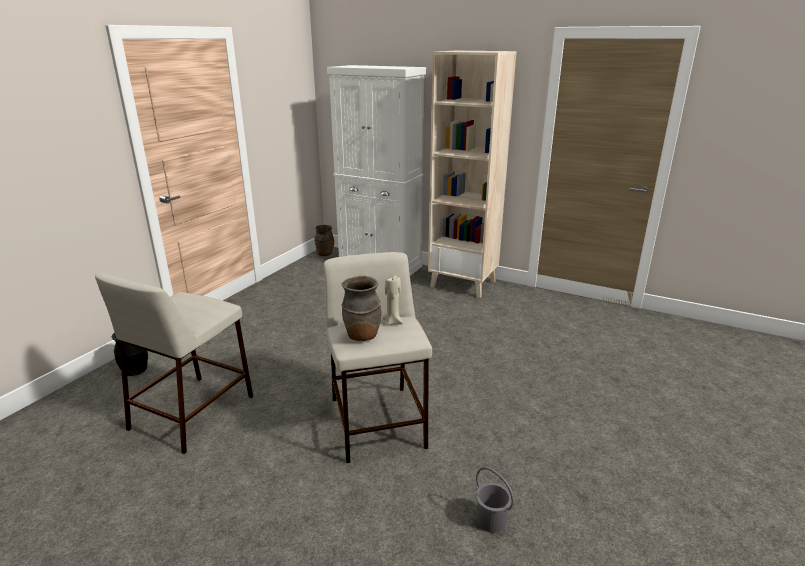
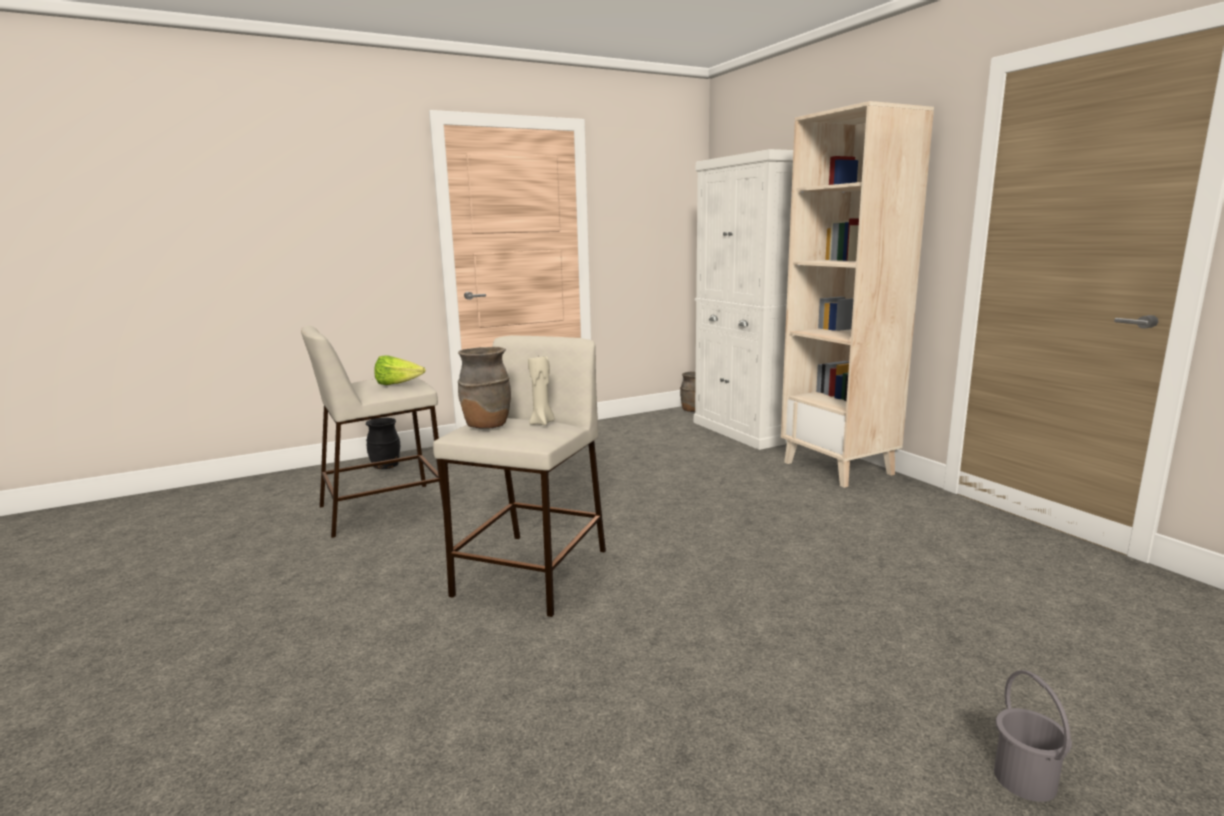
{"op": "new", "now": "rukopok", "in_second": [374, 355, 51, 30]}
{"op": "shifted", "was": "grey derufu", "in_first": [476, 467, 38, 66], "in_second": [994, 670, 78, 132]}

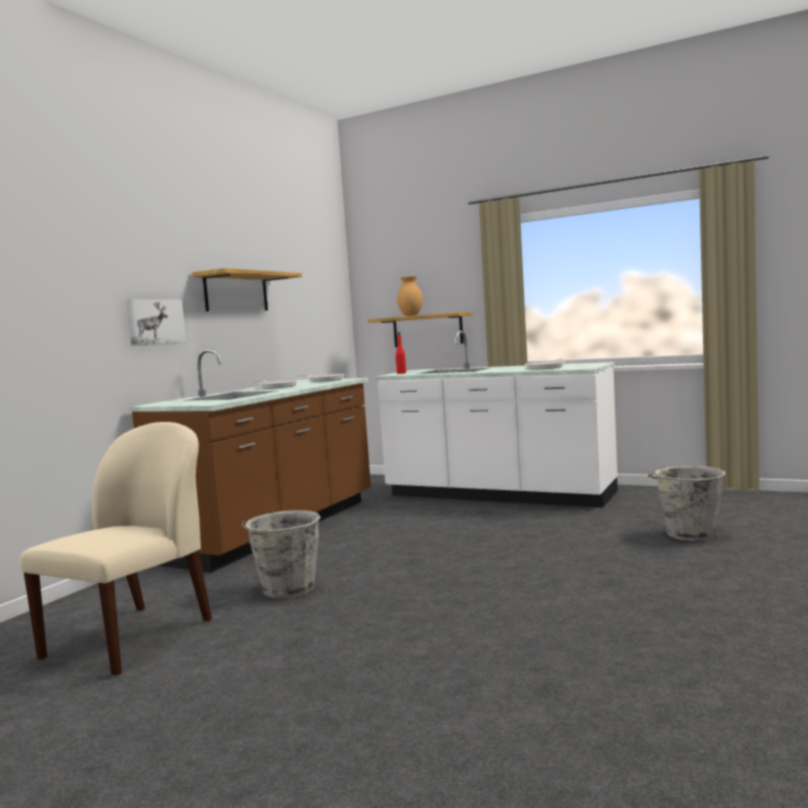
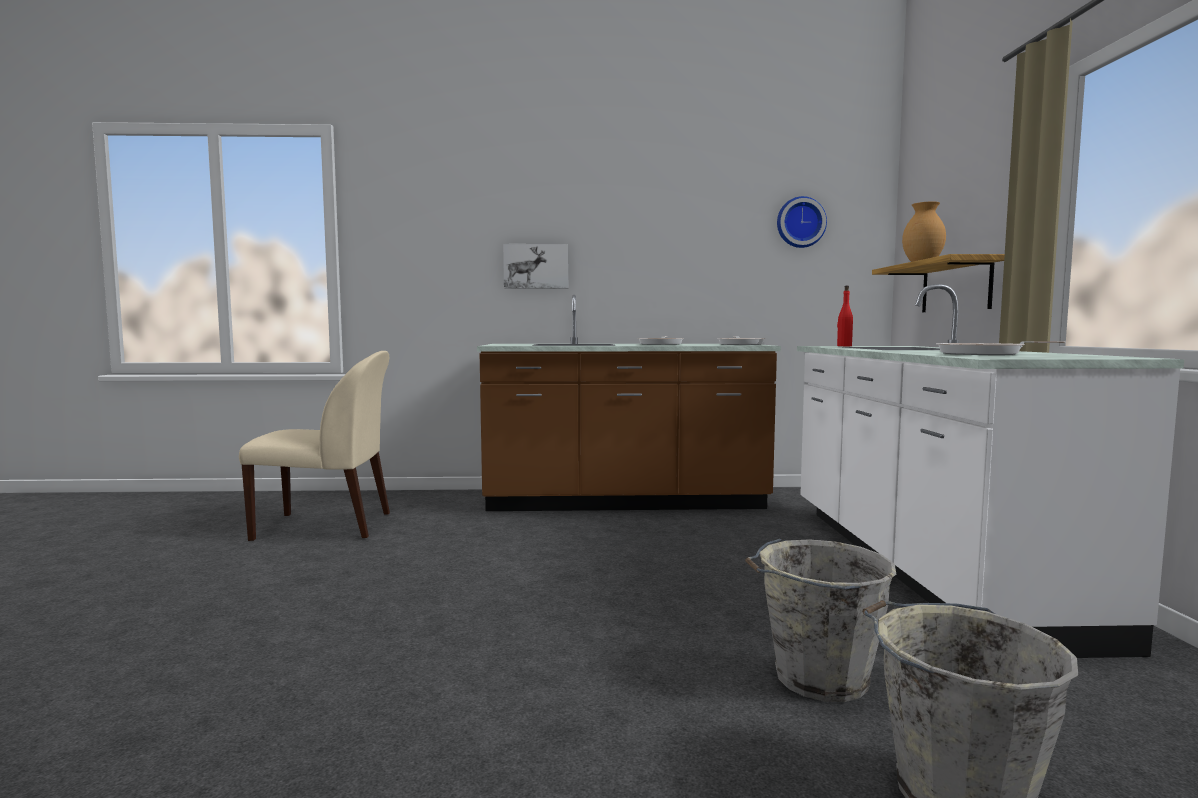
{"op": "gone", "was": "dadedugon", "in_first": [192, 268, 110, 43]}
{"op": "new", "now": "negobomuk", "in_second": [777, 196, 50, 52]}
{"op": "shifted", "was": "grey derufu", "in_first": [241, 510, 80, 89], "in_second": [745, 539, 151, 163]}

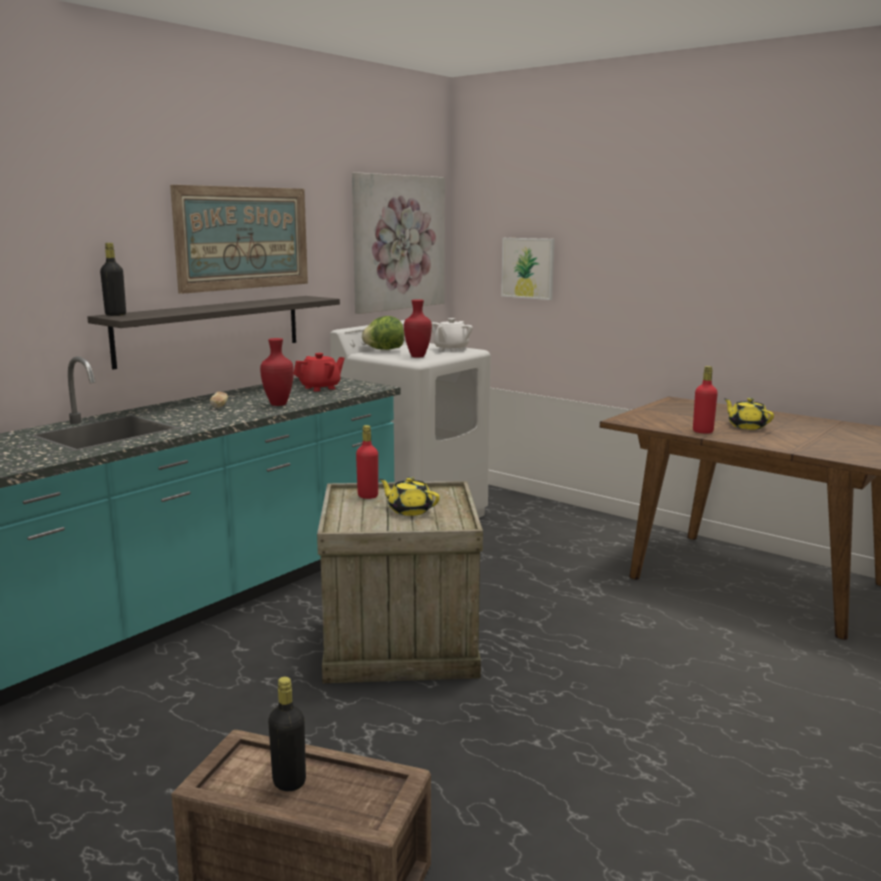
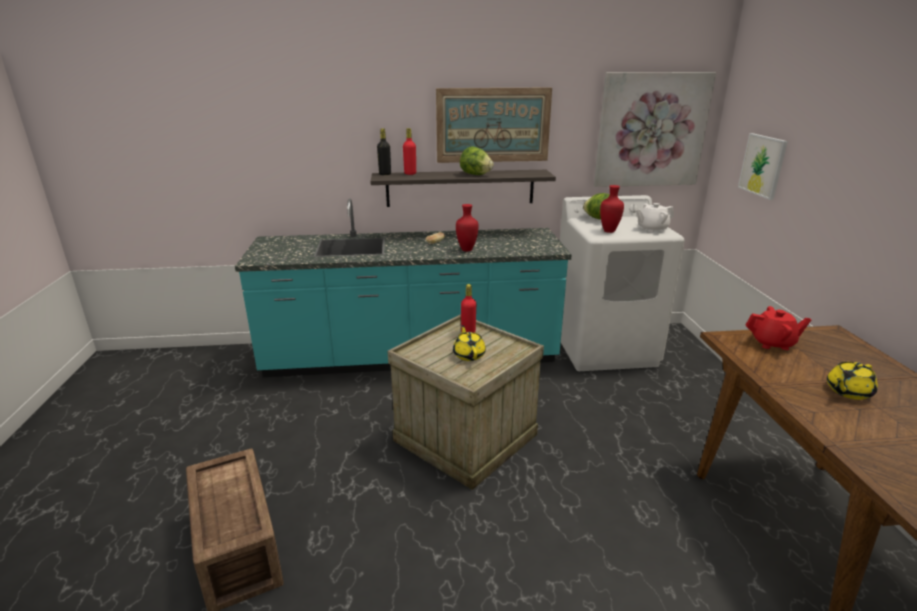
{"op": "gone", "was": "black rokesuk", "in_first": [268, 677, 38, 114]}
{"op": "new", "now": "rukopok", "in_second": [460, 147, 34, 28]}
{"op": "shifted", "was": "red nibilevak", "in_first": [294, 353, 51, 39], "in_second": [745, 306, 66, 44]}
{"op": "shifted", "was": "red rokesuk", "in_first": [693, 366, 25, 67], "in_second": [403, 128, 13, 47]}
{"op": "rotated", "was": "yellow nibilevak", "in_first": [724, 398, 50, 32], "in_second": [827, 362, 51, 38], "clockwise": -135}

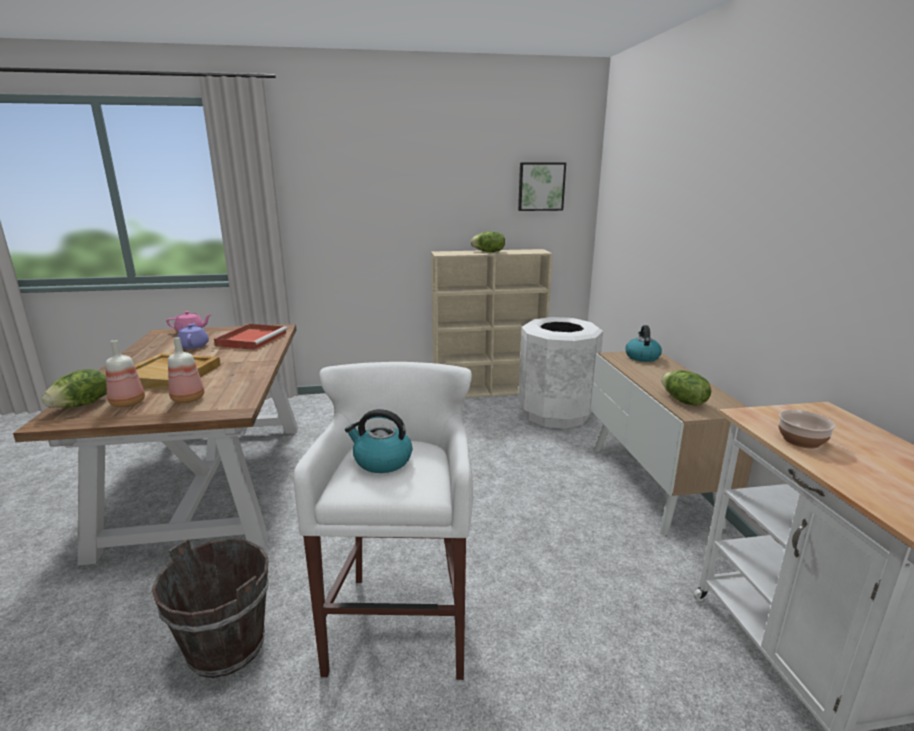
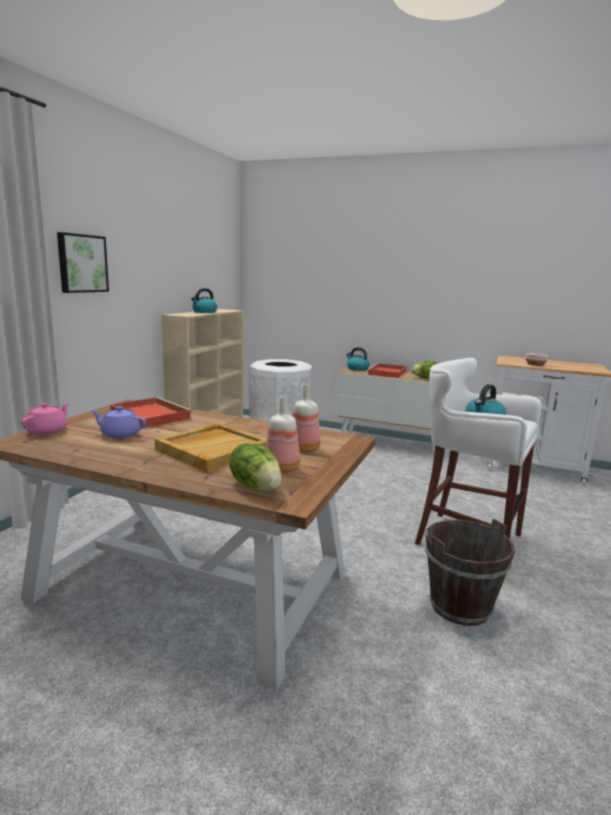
{"op": "new", "now": "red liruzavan", "in_second": [367, 363, 40, 15]}
{"op": "shifted", "was": "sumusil", "in_first": [518, 163, 48, 48], "in_second": [57, 232, 52, 61]}
{"op": "swapped", "was": "rukopok", "now": "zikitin", "in_first": [471, 231, 34, 21], "in_second": [191, 288, 26, 25]}

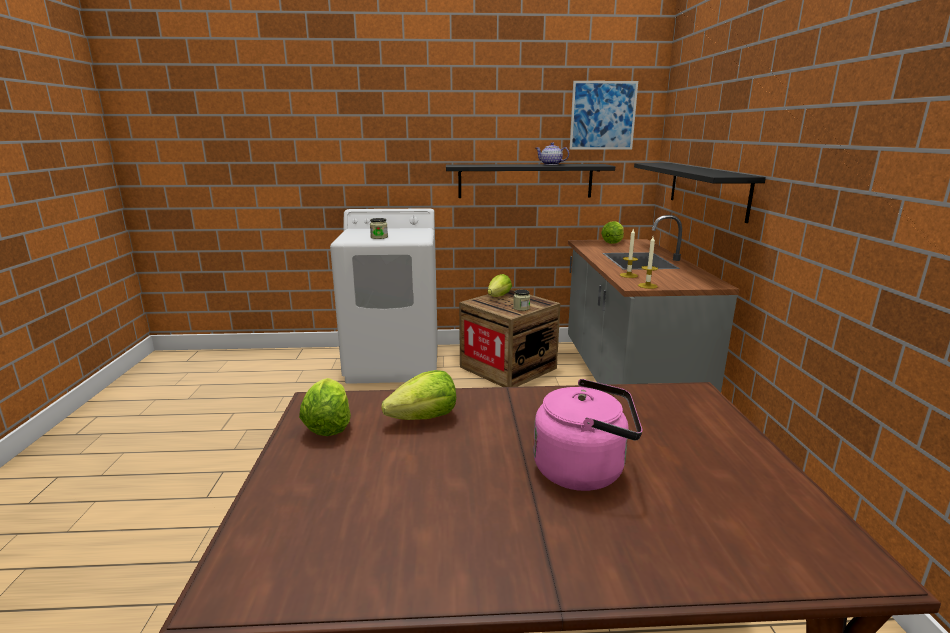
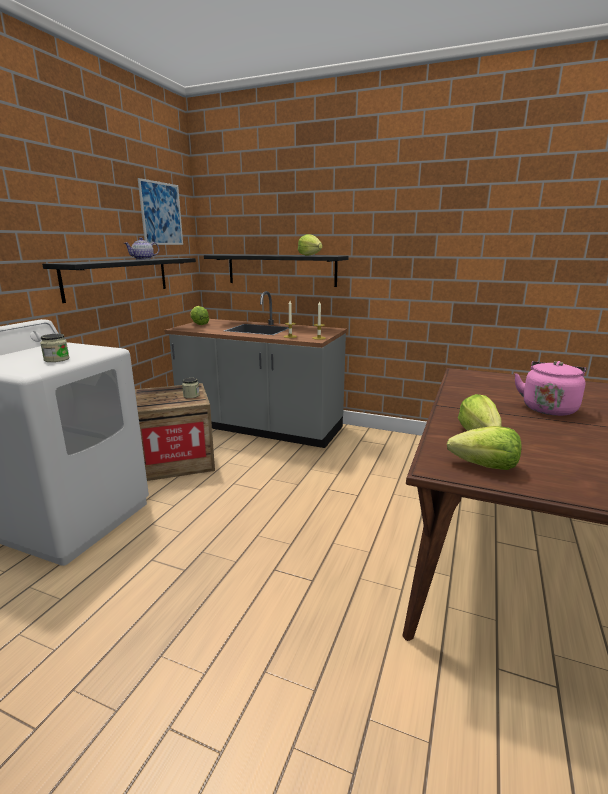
{"op": "shifted", "was": "rukopok", "in_first": [487, 274, 25, 23], "in_second": [298, 234, 25, 22]}

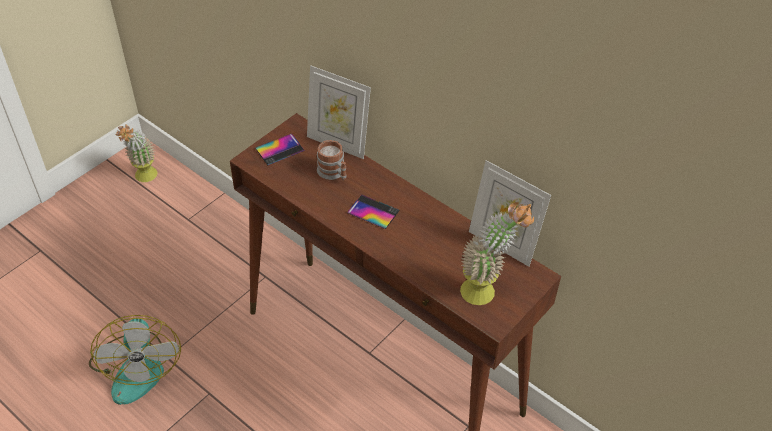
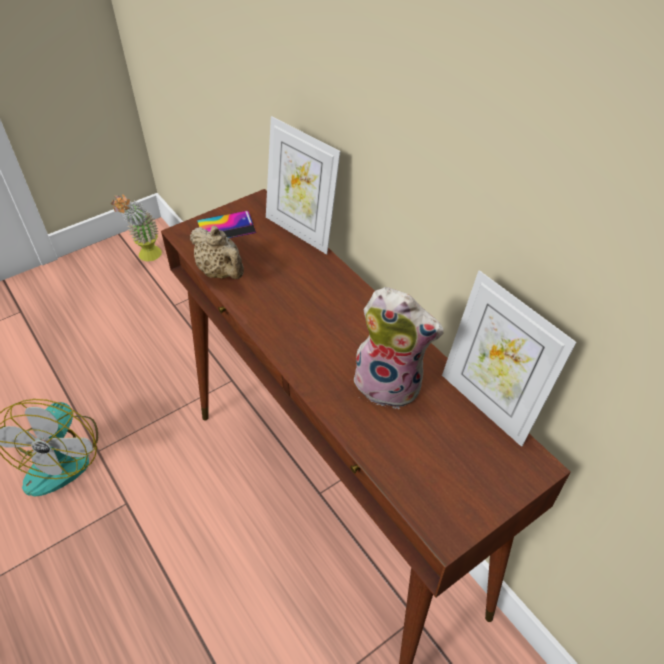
{"op": "gone", "was": "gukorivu", "in_first": [317, 140, 30, 40]}
{"op": "gone", "was": "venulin", "in_first": [347, 195, 53, 34]}
{"op": "gone", "was": "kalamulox", "in_first": [460, 202, 74, 103]}
{"op": "new", "now": "beige nibilevak", "in_second": [190, 226, 54, 53]}
{"op": "new", "now": "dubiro", "in_second": [354, 287, 90, 122]}

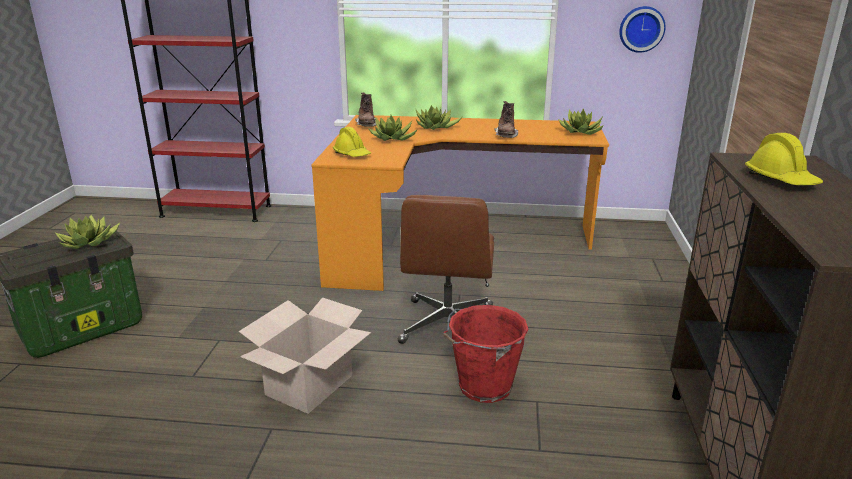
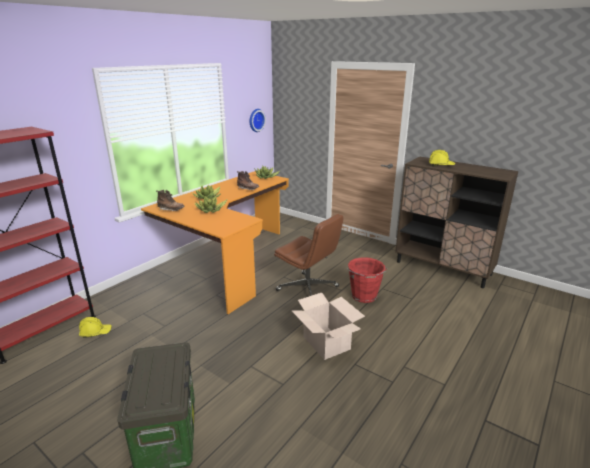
{"op": "gone", "was": "kalamulox", "in_first": [55, 215, 65, 34]}
{"op": "shifted", "was": "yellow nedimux", "in_first": [333, 127, 38, 30], "in_second": [79, 317, 33, 21]}

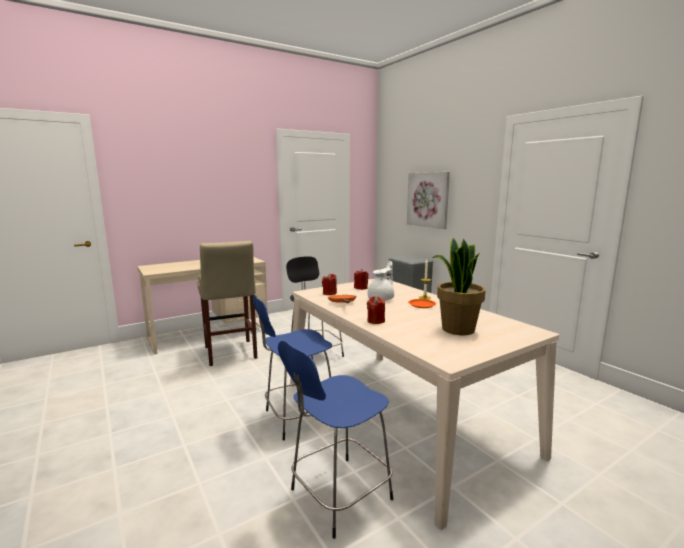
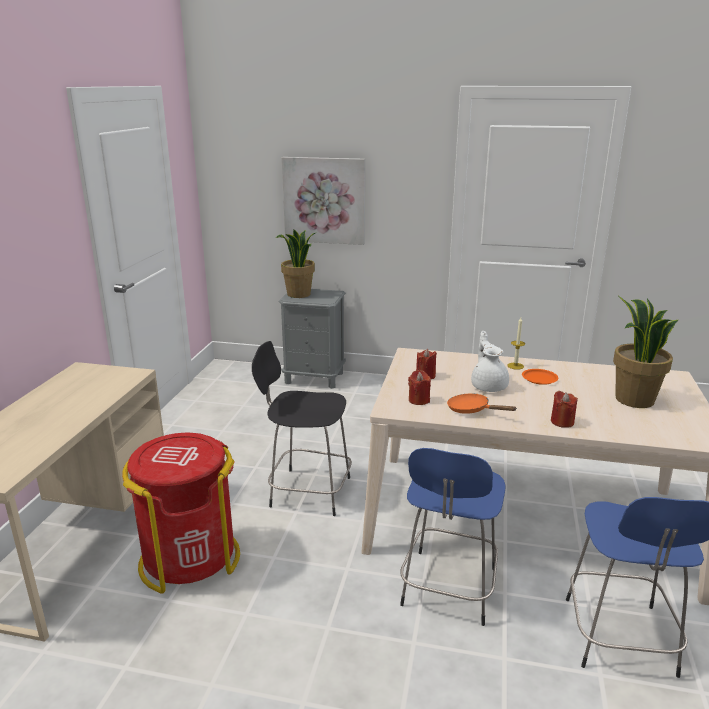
{"op": "new", "now": "kalamulox", "in_second": [276, 230, 39, 68]}
{"op": "swapped", "was": "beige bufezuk", "now": "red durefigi", "in_first": [197, 241, 60, 125], "in_second": [122, 433, 118, 160]}

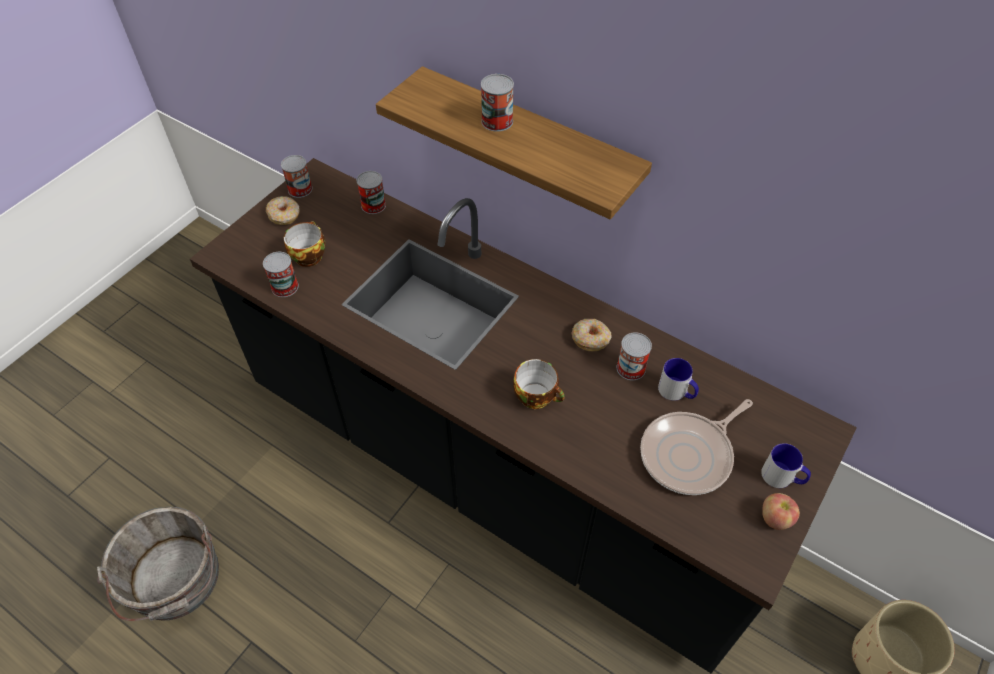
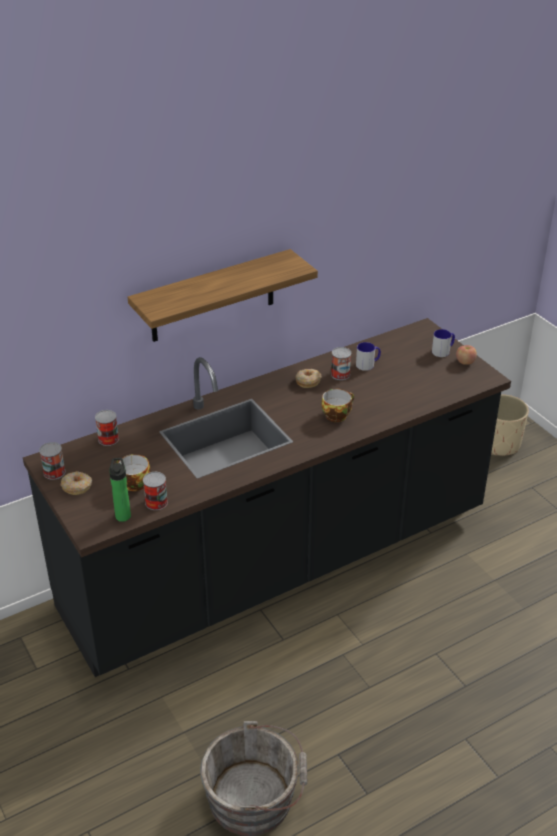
{"op": "gone", "was": "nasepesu", "in_first": [481, 74, 33, 58]}
{"op": "gone", "was": "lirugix", "in_first": [640, 399, 113, 96]}
{"op": "new", "now": "rokesuk", "in_second": [109, 458, 22, 64]}

